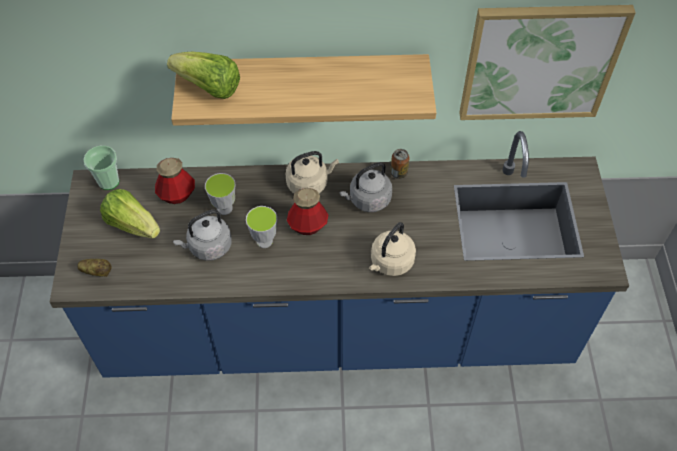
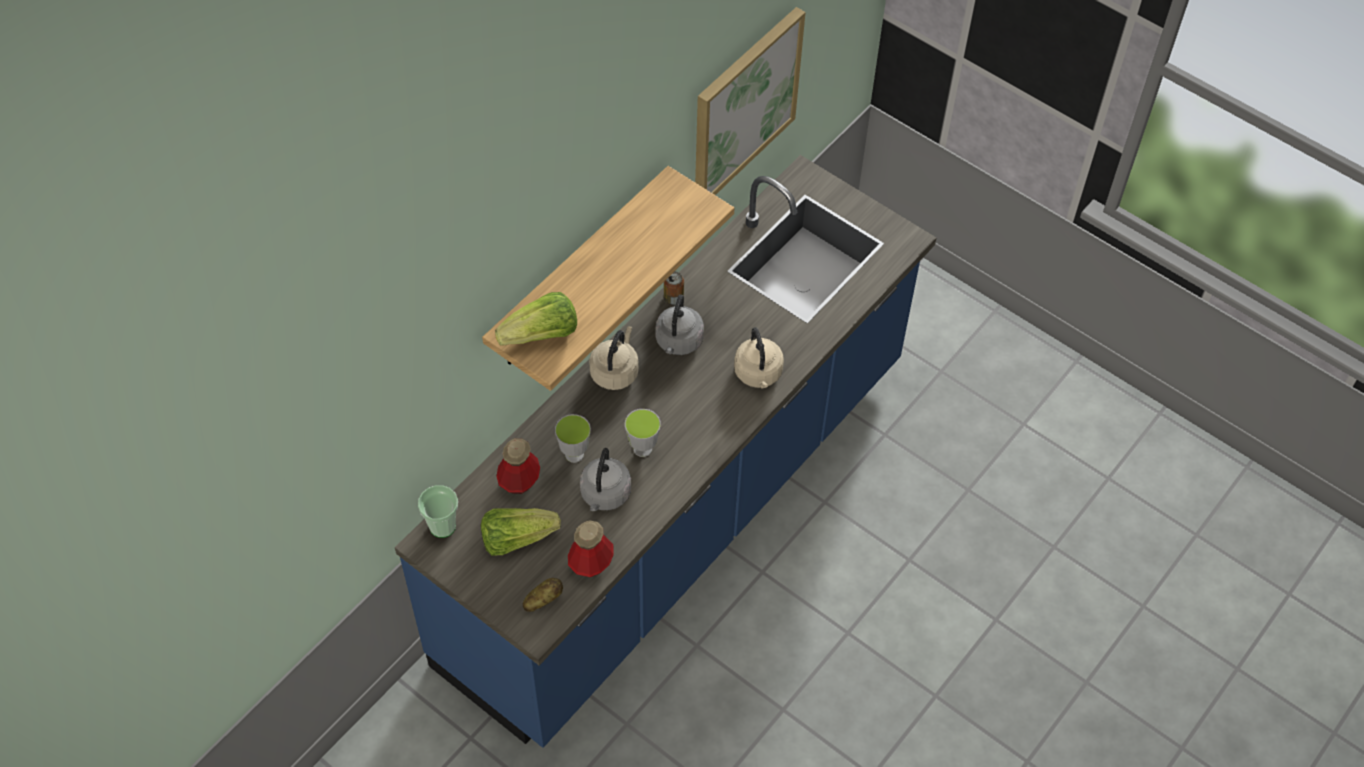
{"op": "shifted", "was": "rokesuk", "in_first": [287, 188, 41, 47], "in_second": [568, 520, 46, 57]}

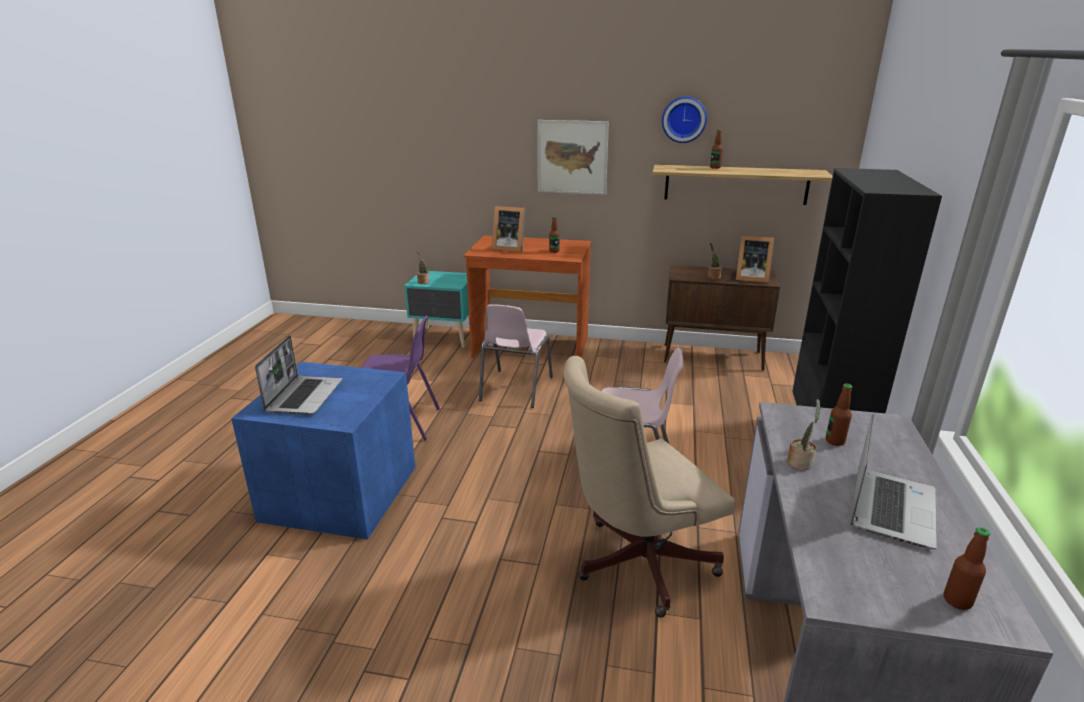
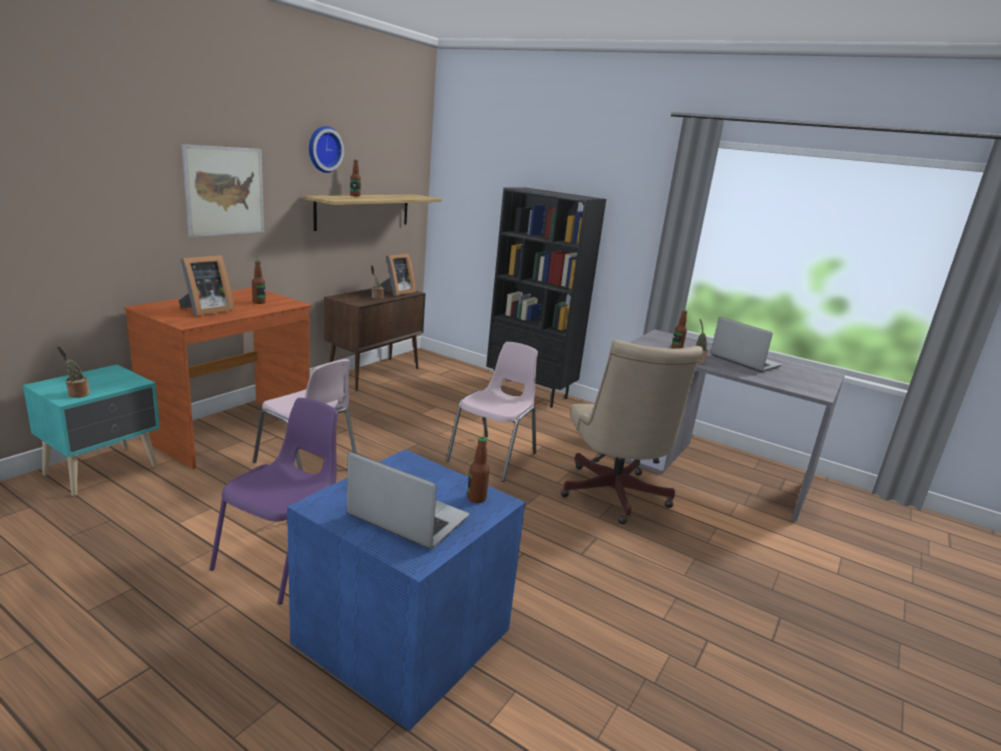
{"op": "shifted", "was": "rokesuk", "in_first": [944, 527, 46, 83], "in_second": [467, 437, 23, 66]}

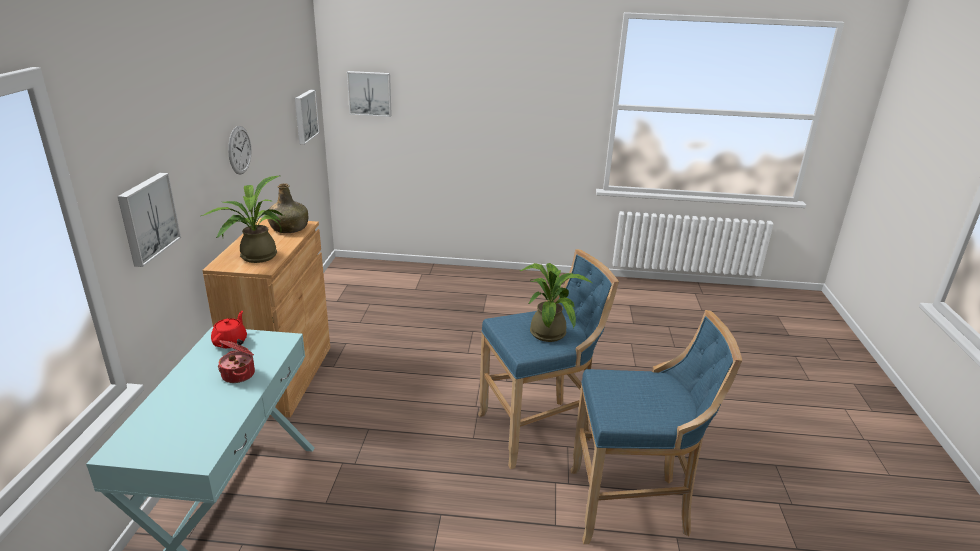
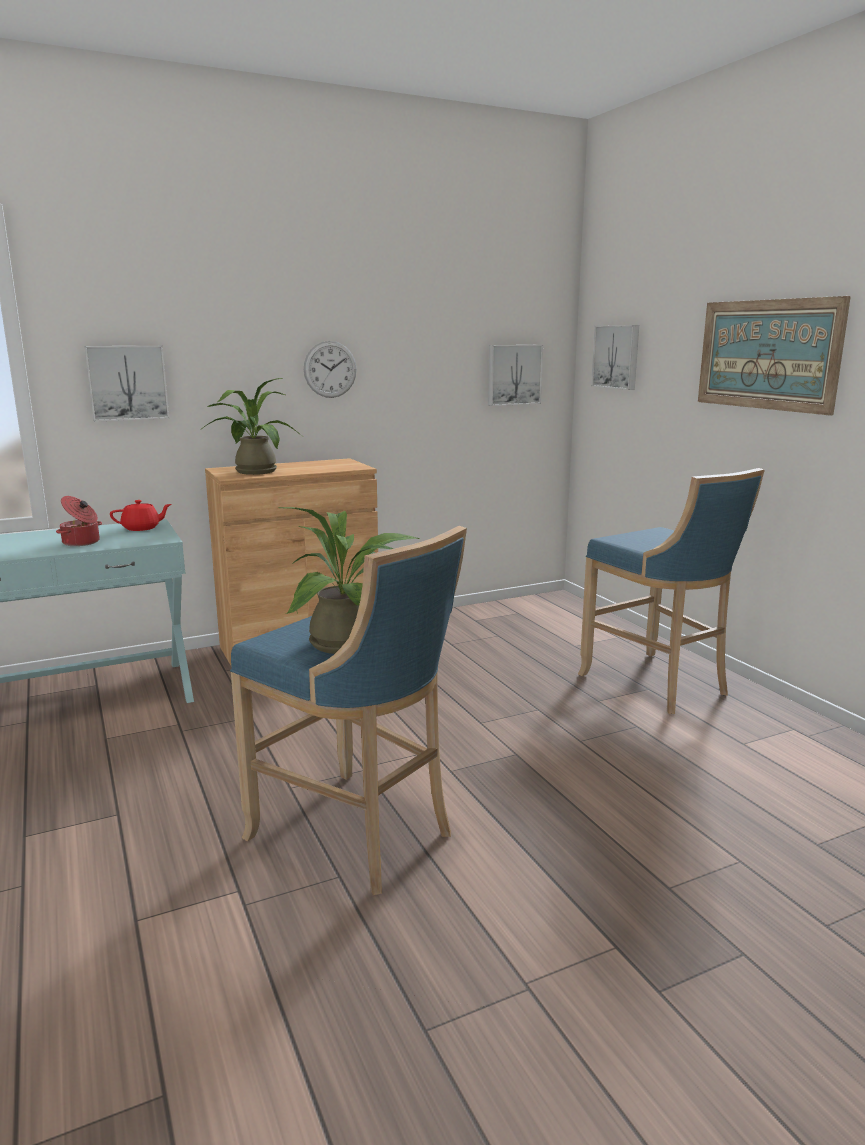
{"op": "gone", "was": "green rokesuk", "in_first": [268, 183, 40, 50]}
{"op": "new", "now": "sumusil", "in_second": [698, 296, 153, 119]}
{"op": "shifted", "was": "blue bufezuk", "in_first": [570, 310, 172, 234], "in_second": [578, 468, 187, 246]}

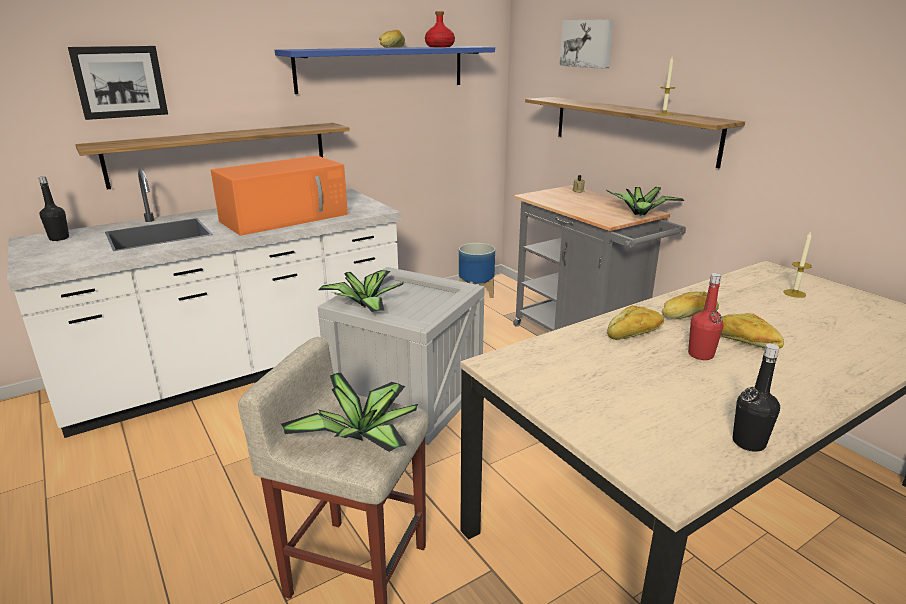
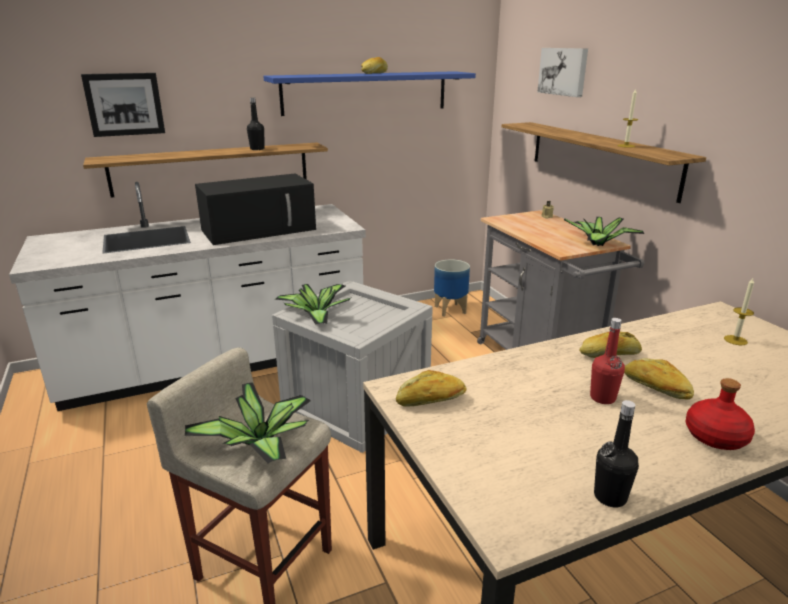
{"op": "shifted", "was": "black rokesuk", "in_first": [38, 176, 31, 65], "in_second": [247, 97, 17, 53]}
{"op": "shifted", "was": "red rokesuk", "in_first": [425, 11, 30, 36], "in_second": [686, 378, 69, 72]}
{"op": "shifted", "was": "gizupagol", "in_first": [607, 306, 57, 34], "in_second": [396, 370, 71, 37]}
{"op": "repainted", "was": "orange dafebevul", "now": "black dafebevul", "in_first": [211, 156, 137, 80], "in_second": [195, 174, 121, 71]}

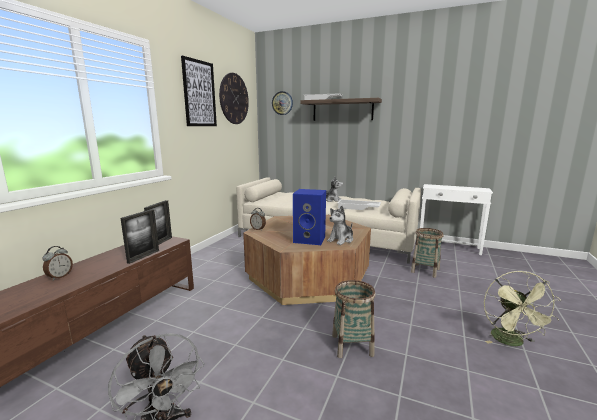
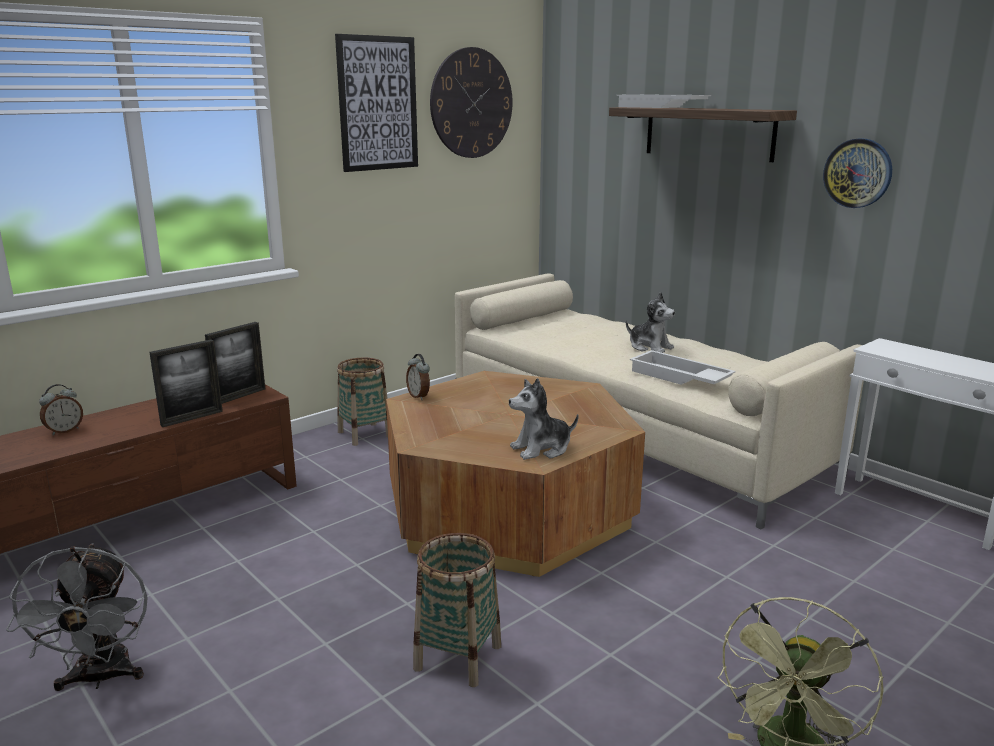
{"op": "gone", "was": "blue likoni", "in_first": [293, 189, 33, 56]}
{"op": "shifted", "was": "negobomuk", "in_first": [272, 91, 21, 24], "in_second": [823, 138, 69, 70]}
{"op": "shifted", "was": "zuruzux", "in_first": [411, 228, 32, 50], "in_second": [337, 358, 51, 88]}

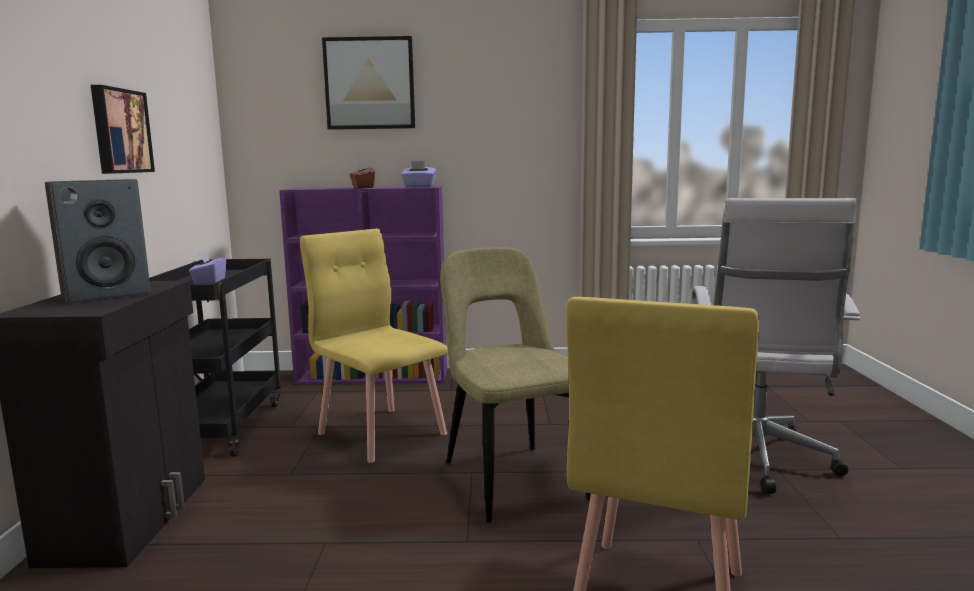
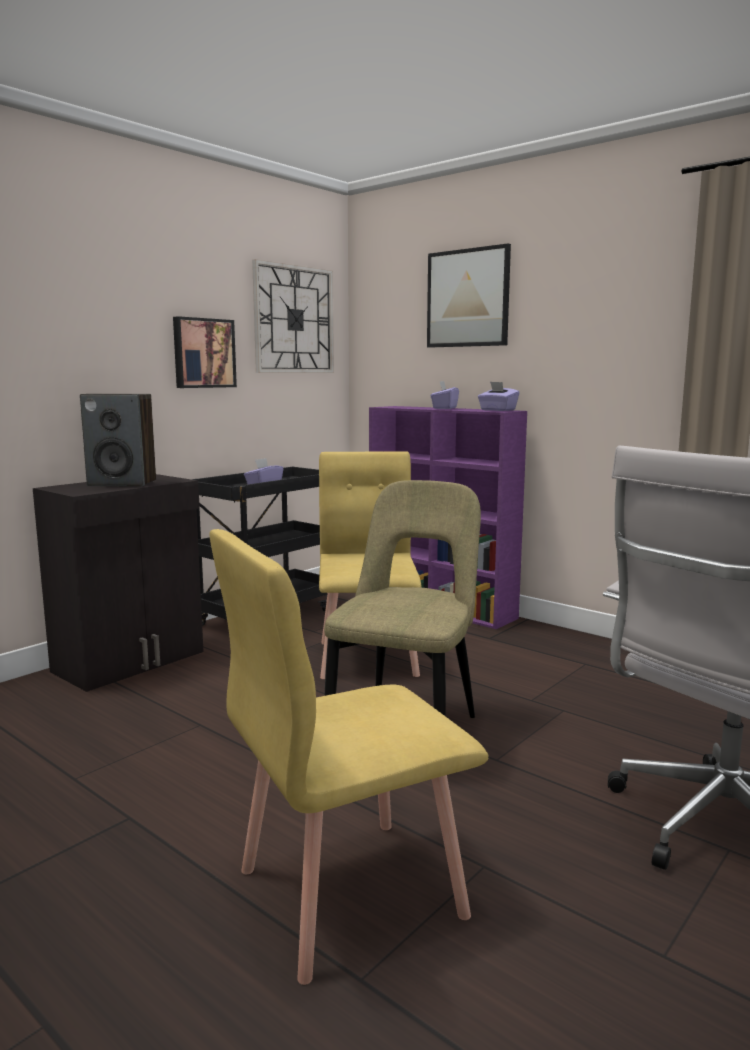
{"op": "new", "now": "negobomuk", "in_second": [252, 259, 82, 114]}
{"op": "repainted", "was": "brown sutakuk", "now": "purple sutakuk", "in_first": [350, 162, 25, 26], "in_second": [430, 381, 29, 28]}

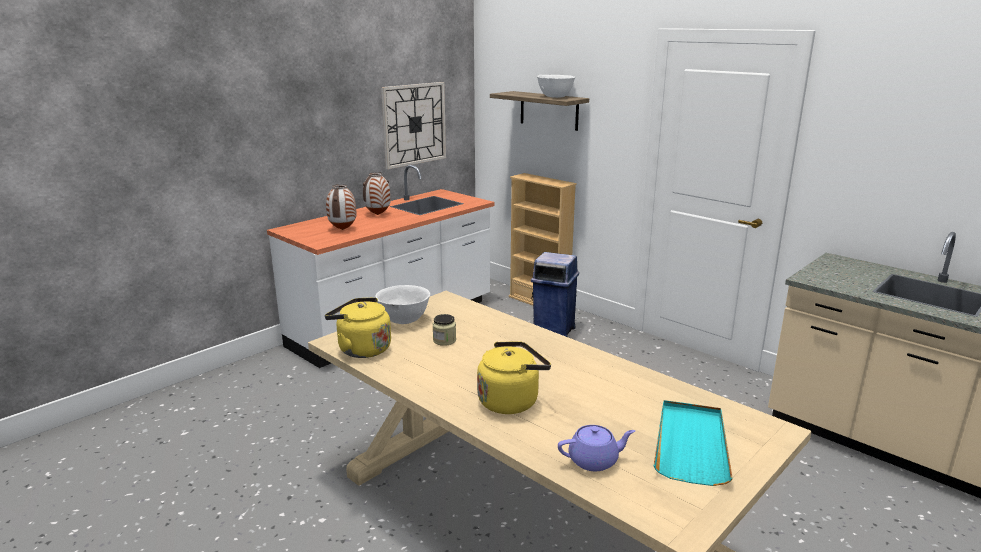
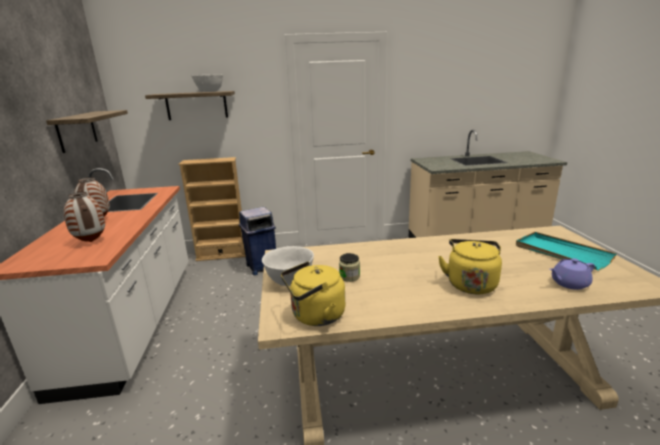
{"op": "swapped", "was": "negobomuk", "now": "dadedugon", "in_first": [381, 82, 65, 87], "in_second": [46, 110, 82, 43]}
{"op": "rotated", "was": "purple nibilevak", "in_first": [558, 425, 77, 46], "in_second": [549, 258, 46, 32], "clockwise": -135}

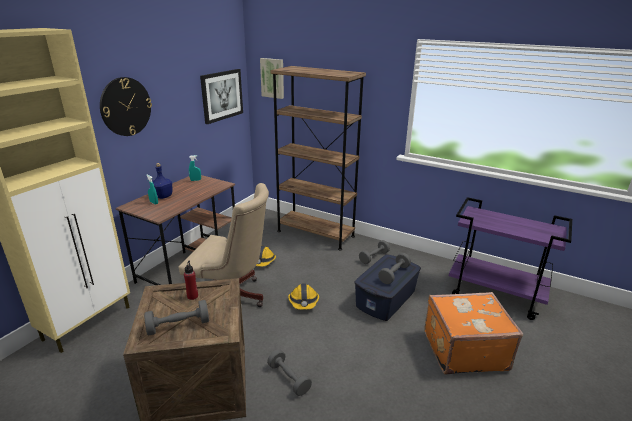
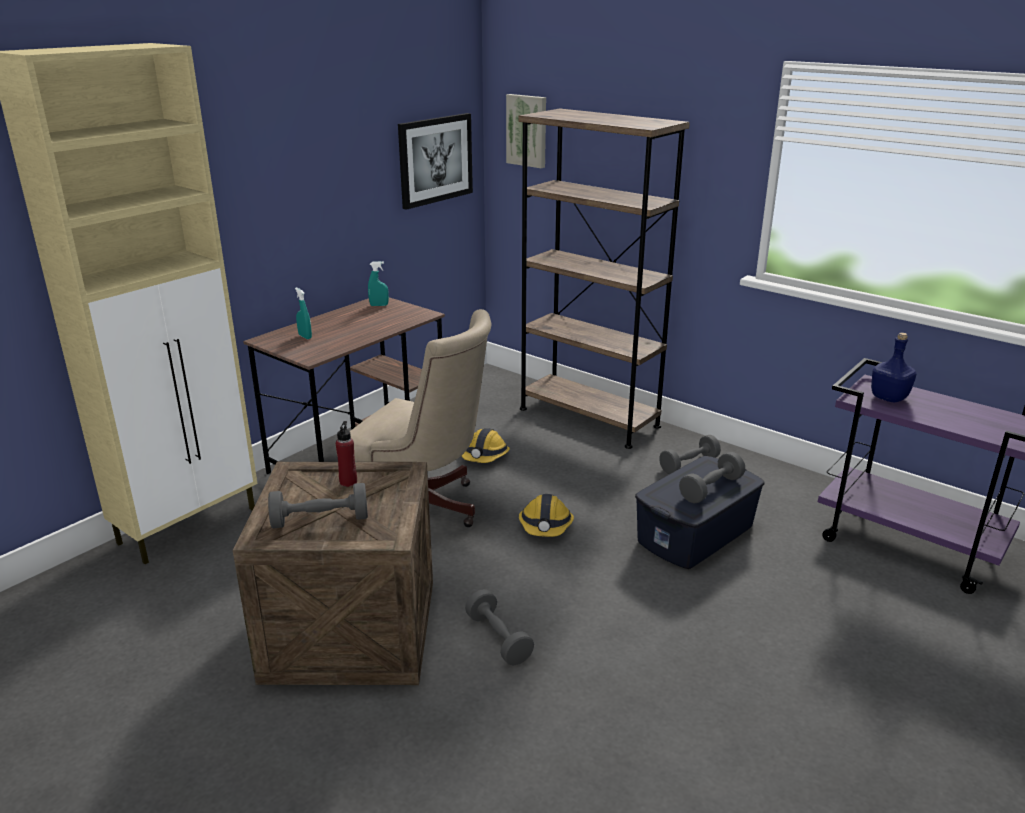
{"op": "gone", "was": "negobomuk", "in_first": [100, 77, 52, 59]}
{"op": "gone", "was": "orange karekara", "in_first": [424, 292, 99, 83]}
{"op": "shifted", "was": "blue rokesuk", "in_first": [152, 163, 20, 36], "in_second": [871, 333, 46, 70]}

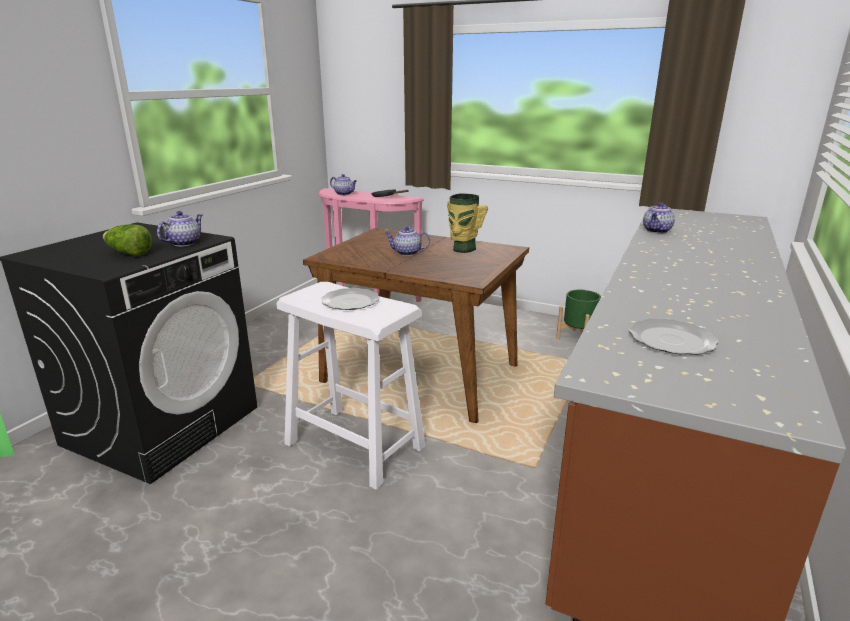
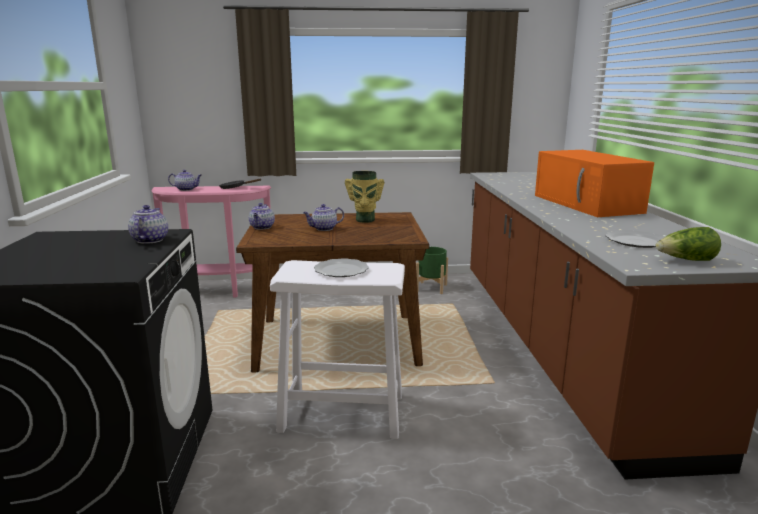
{"op": "new", "now": "orange dafebevul", "in_second": [535, 150, 119, 67]}
{"op": "shifted", "was": "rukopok", "in_first": [103, 224, 49, 32], "in_second": [656, 227, 65, 34]}
{"op": "shifted", "was": "nibilevak", "in_first": [643, 202, 32, 31], "in_second": [249, 203, 26, 27]}

